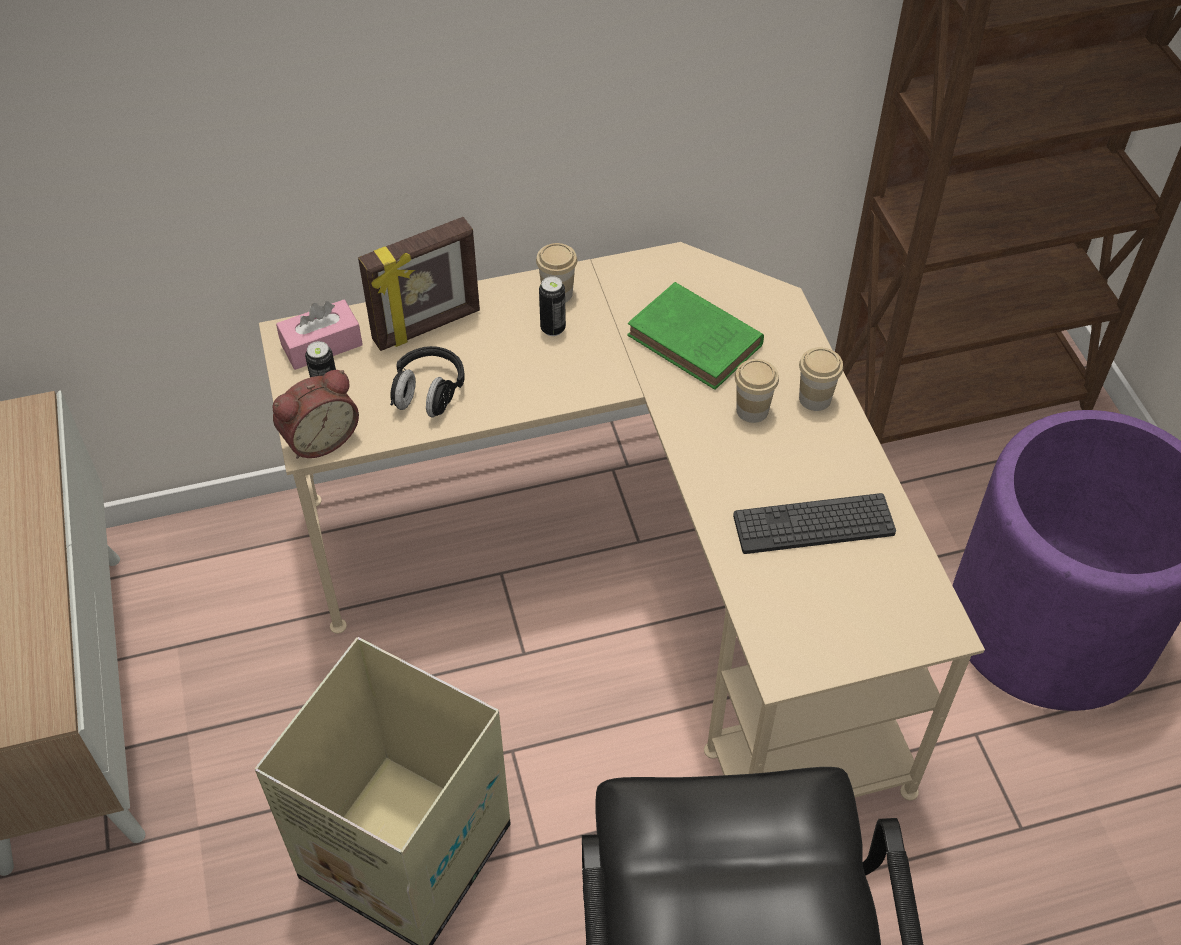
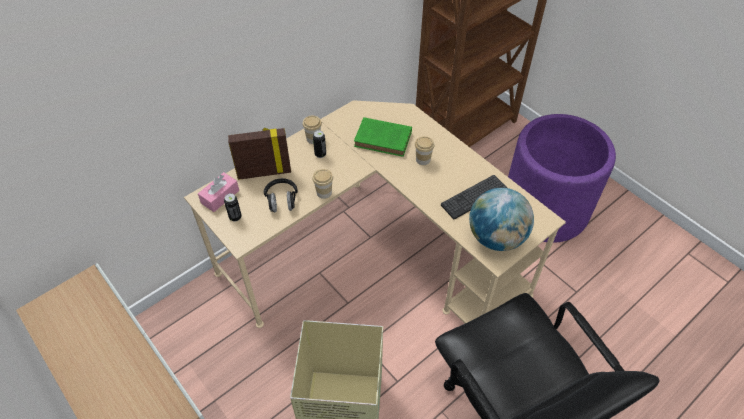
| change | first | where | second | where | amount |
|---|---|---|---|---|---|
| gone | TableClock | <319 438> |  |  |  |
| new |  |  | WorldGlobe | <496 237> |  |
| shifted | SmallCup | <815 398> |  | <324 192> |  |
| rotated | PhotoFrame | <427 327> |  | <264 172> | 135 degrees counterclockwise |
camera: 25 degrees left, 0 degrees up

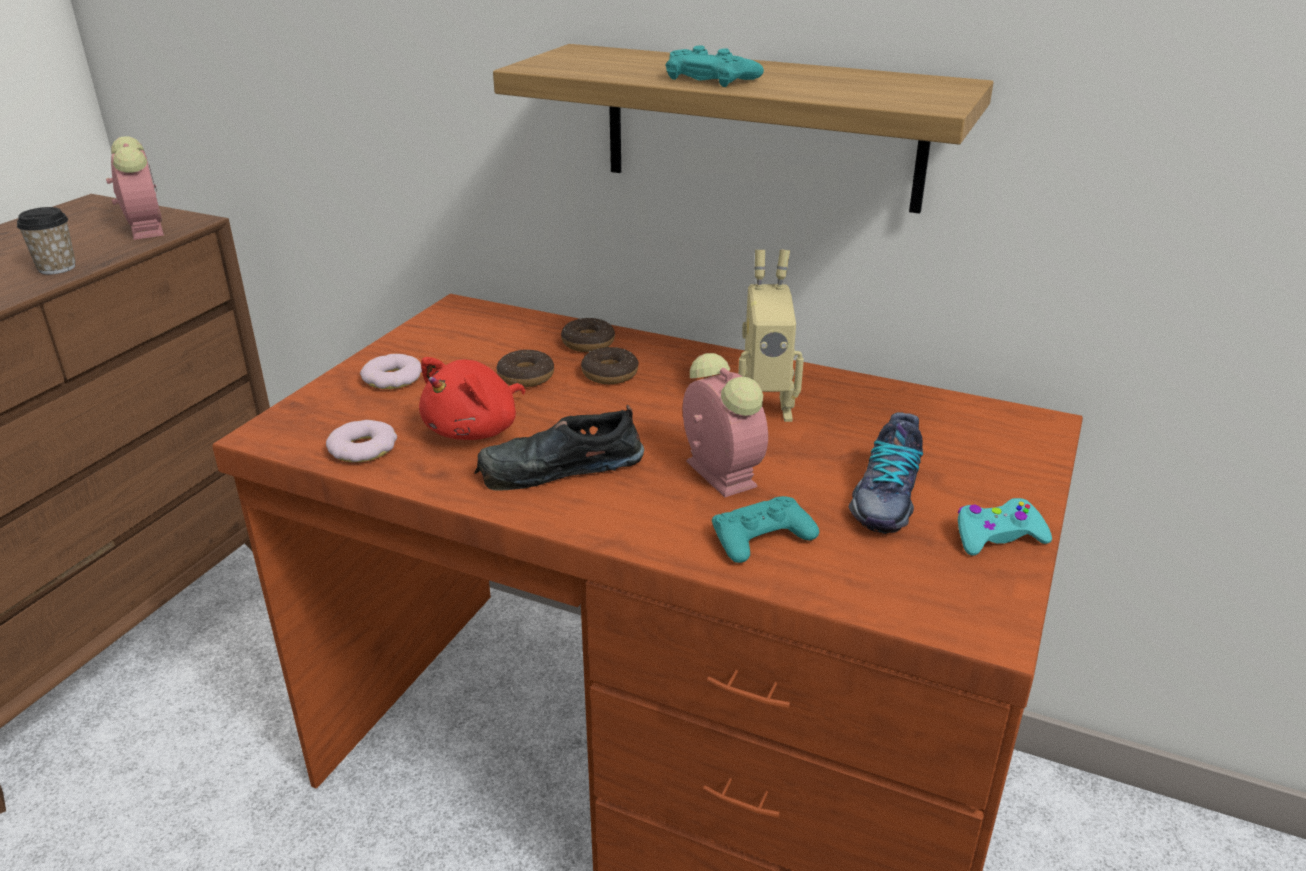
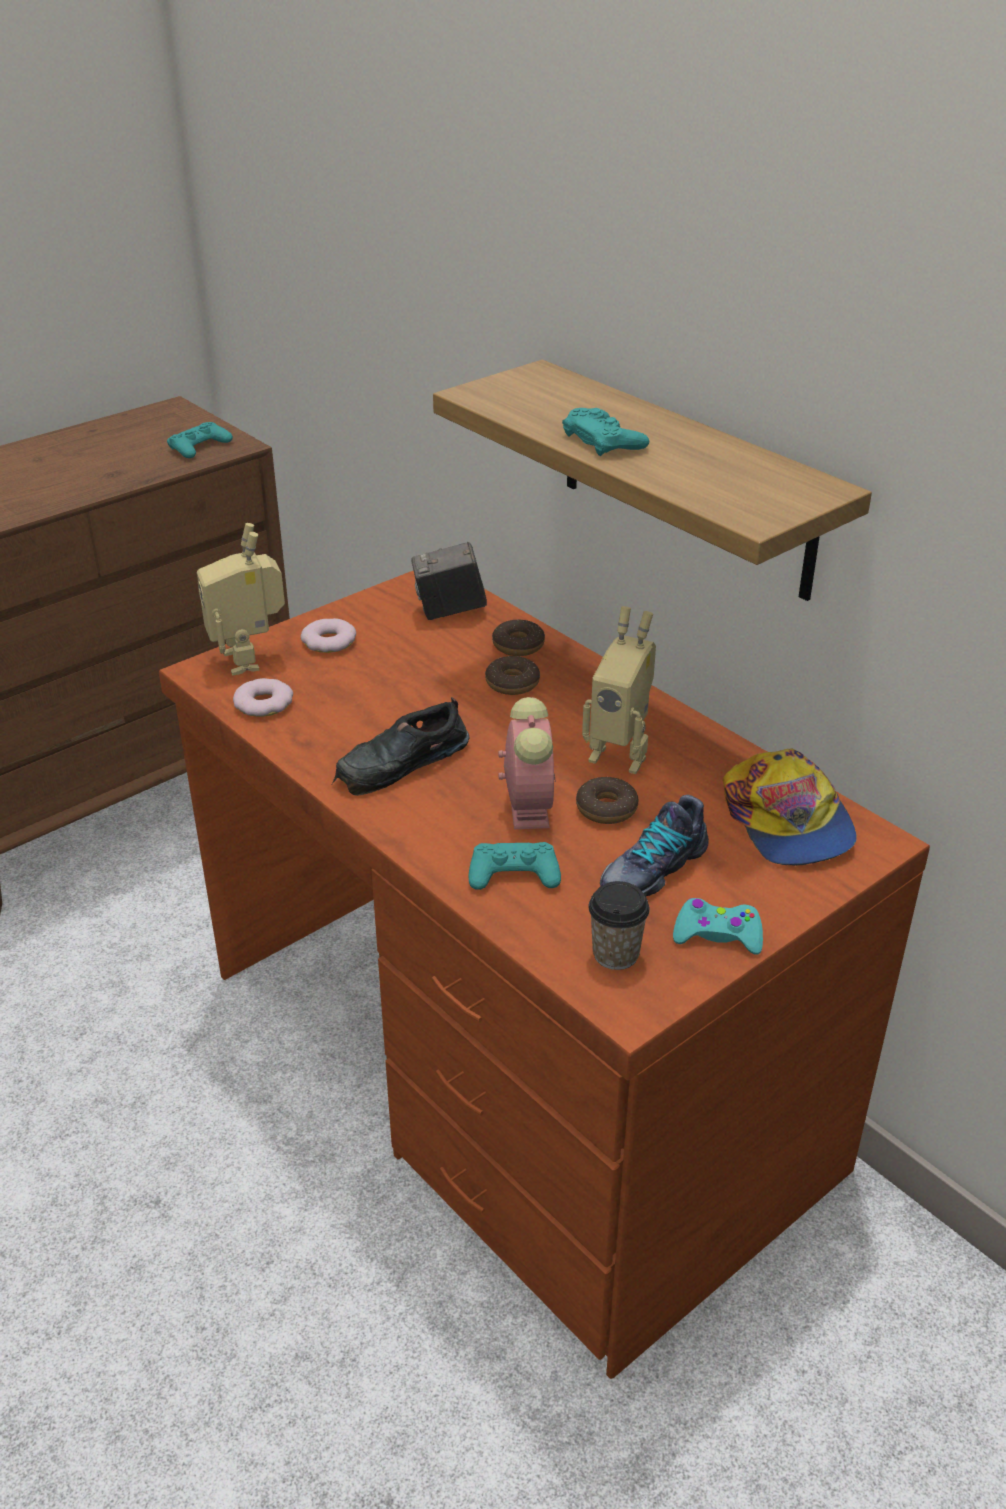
| change | first | where | second | where | amount |
|---|---|---|---|---|---|
| gone | ReddishSoftToy | <476 430> |  |  |  |
| new |  |  | ToyRobot | <250 659> |  |
| new |  |  | StillCamera | <450 610> |  |
| new |  |  | PeakedCap | <787 821> |  |
| shifted | SmallCup | <57 268> |  | <615 954> |  |
| shifted | RingDoughnut | <526 377> |  | <606 808> |  |
| swapped | TableClock | <145 228> | BlueGreenGamepad | <199 447> |  |
| rotated | BlackColouredItemOfFootwear | <558 468> |  | <400 764> | 45 degrees counterclockwise |
camera: 25 degrees right, 5 degrees up

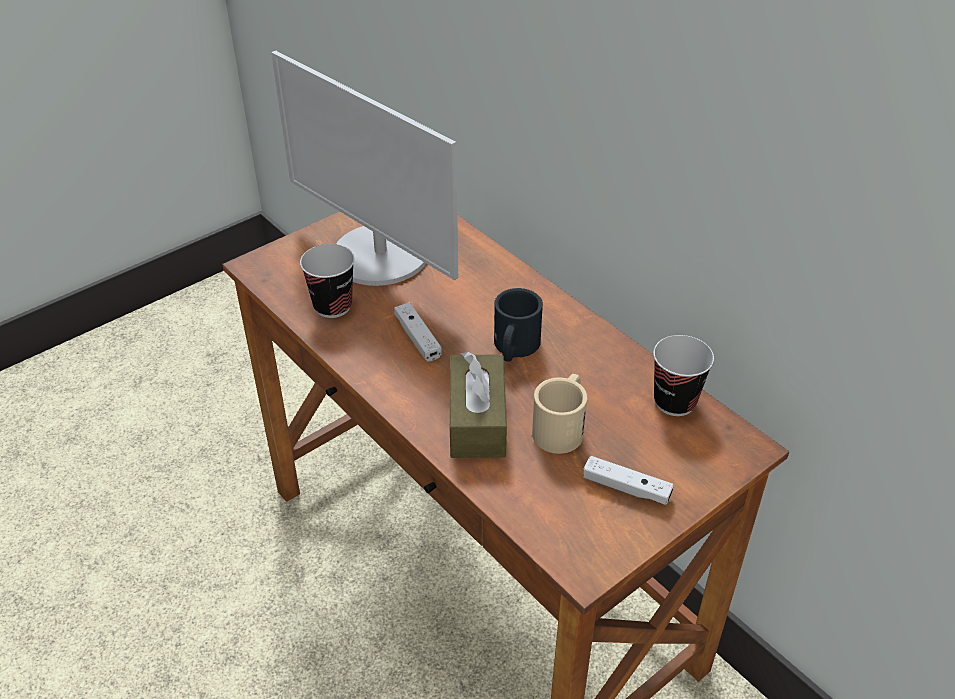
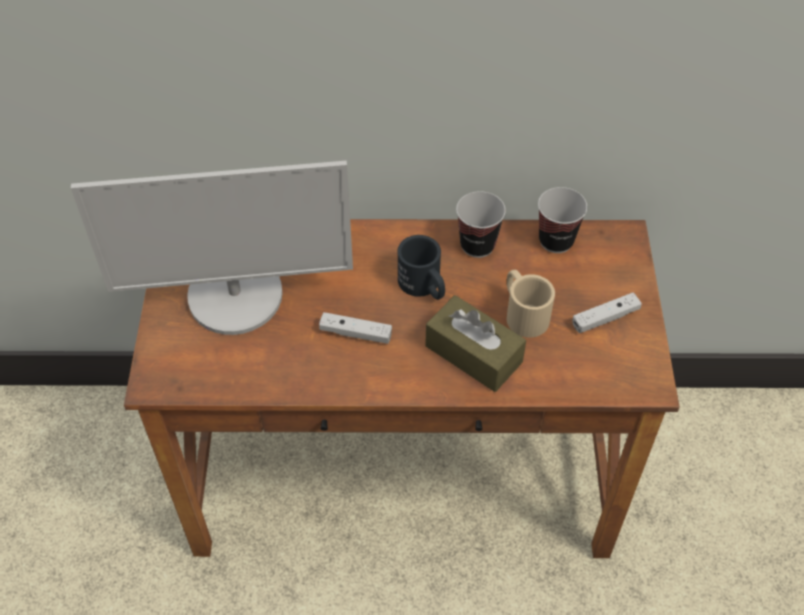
| change | first | where | second | where | amount |
|---|---|---|---|---|---|
| shifted | SmallCup | <333 306> |  | <477 245> |  |
camera: 50 degrees left, 10 degrees up

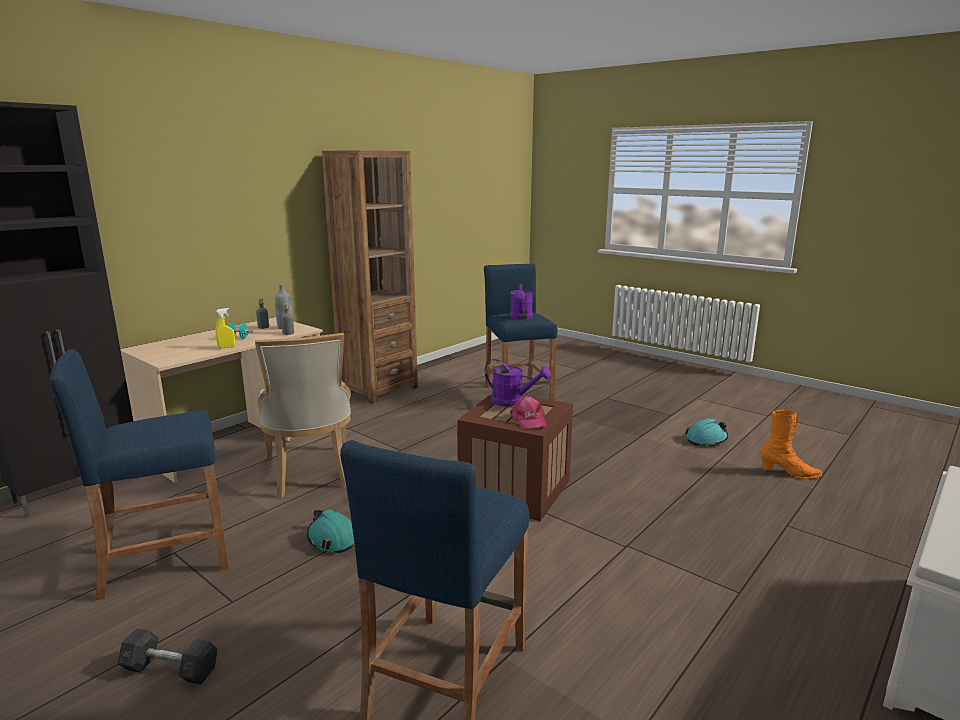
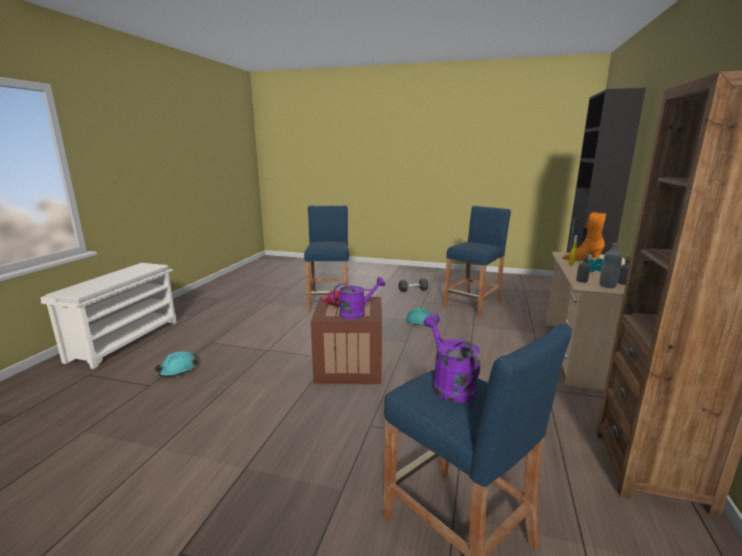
| change | first | where | second | where | amount |
|---|---|---|---|---|---|
| gone | BeigeColouredPlainChair | <310 473> |  |  |  |
| shifted | BlueGreenWorkHelmet | <706 439> |  | <177 370> |  |
| shifted | OrangeBoot | <789 473> |  | <581 259> |  |
| rotated | PurplishSprinklingCan | <513 402> |  | <357 313> | 150 degrees clockwise |
camera: 155 degrees right, 0 degrees up

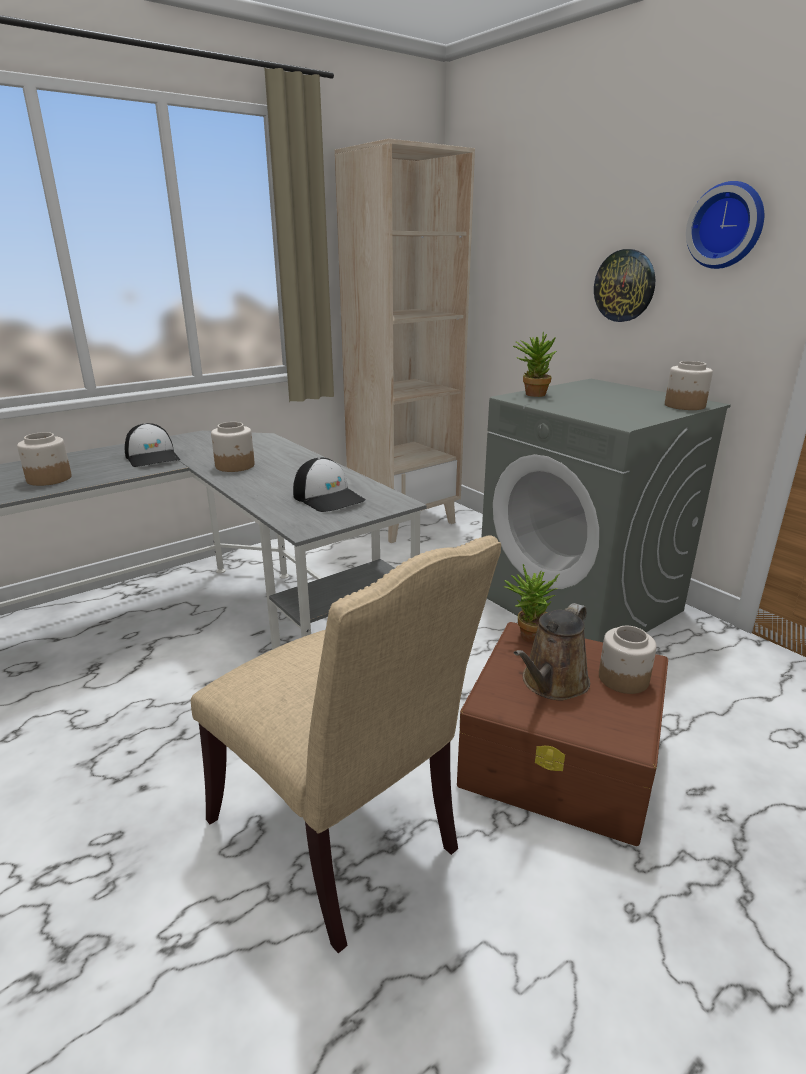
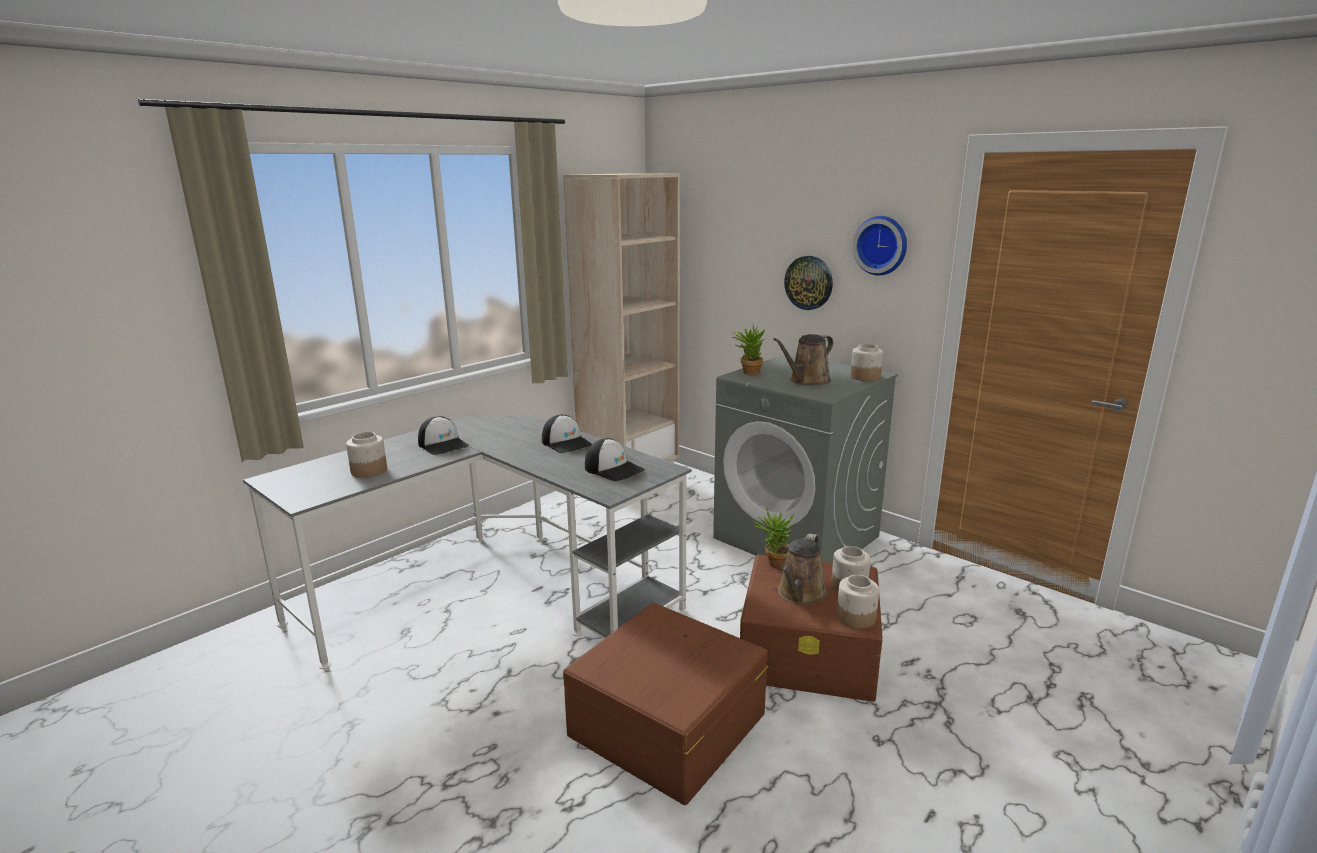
| change | first | where | second | where | amount |
|---|---|---|---|---|---|
| new |  |  | PeakedCap | <567 443> |  |
| new |  |  | BrownColouredSprinklingCan | <807 381> |  |
| shifted | Jar | <235 466> |  | <856 617> |  |
| swapped | BeigeColouredPlainChair | <342 837> | BrownColouredStorageBin | <666 724> |  |
camera: 10 degrees left, 5 degrees down

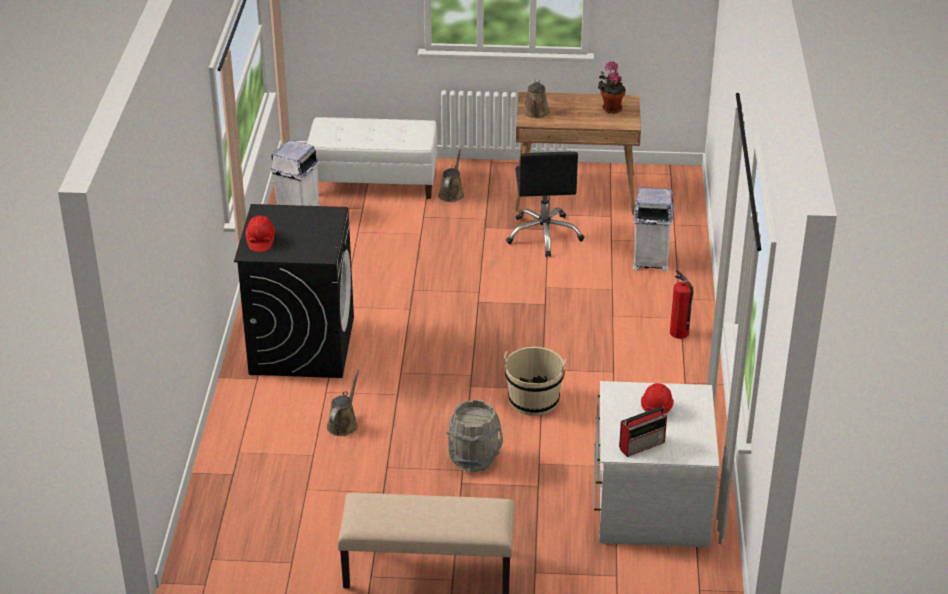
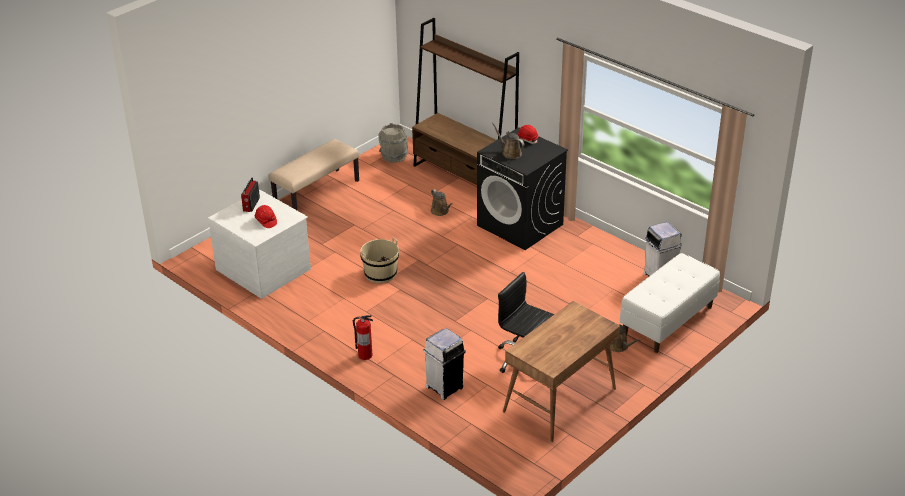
| change | first | where | second | where | amount |
|---|---|---|---|---|---|
| gone | PlantInAPot | <610 108> |  |  |  |
| new |  |  | BrownColouredShelvingUnit | <464 178> |  |
| shifted | GrayWaterBucket | <474 458> |  | <394 157> |  |
| shifted | BrownColouredSprinklingCan | <536 113> |  | <510 153> |  |
camera: 130 degrees right, 0 degrees up

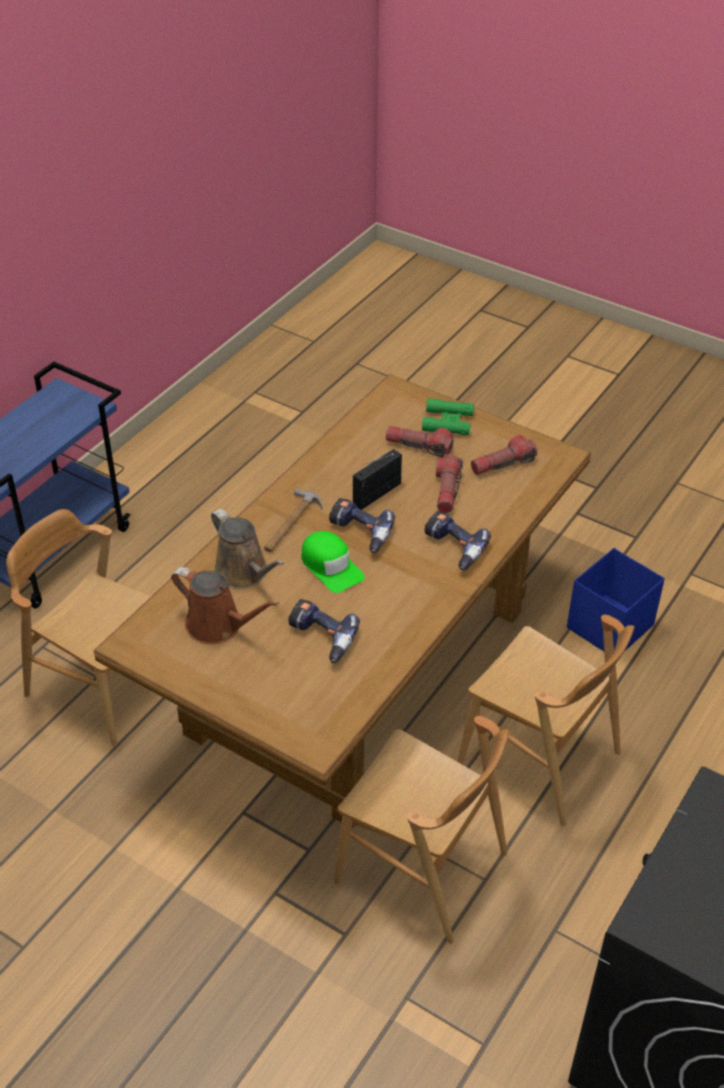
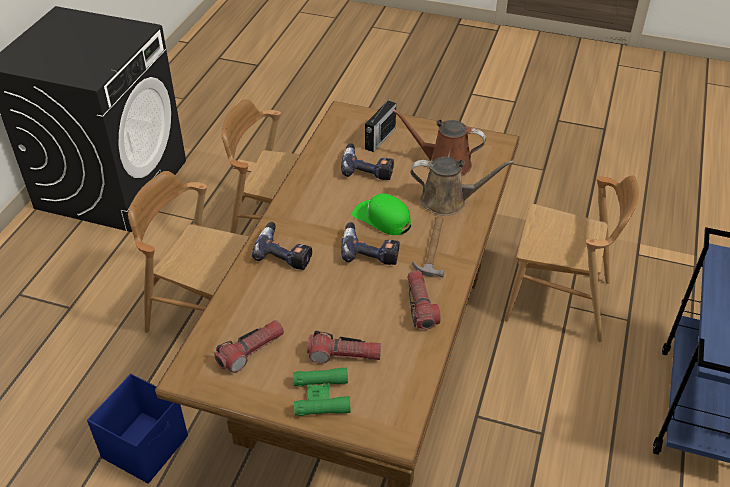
| change | first | where | second | where | amount |
|---|---|---|---|---|---|
| shifted | Radio | <378 493> |  | <379 139> |  |
| shifted | Flashlight | <447 491> |  | <420 306> |  |
| rotated | BrownColouredSprinklingCan | <244 573> |  | <448 201> | 150 degrees clockwise |
camera: 165 degrees right, 0 degrees up

